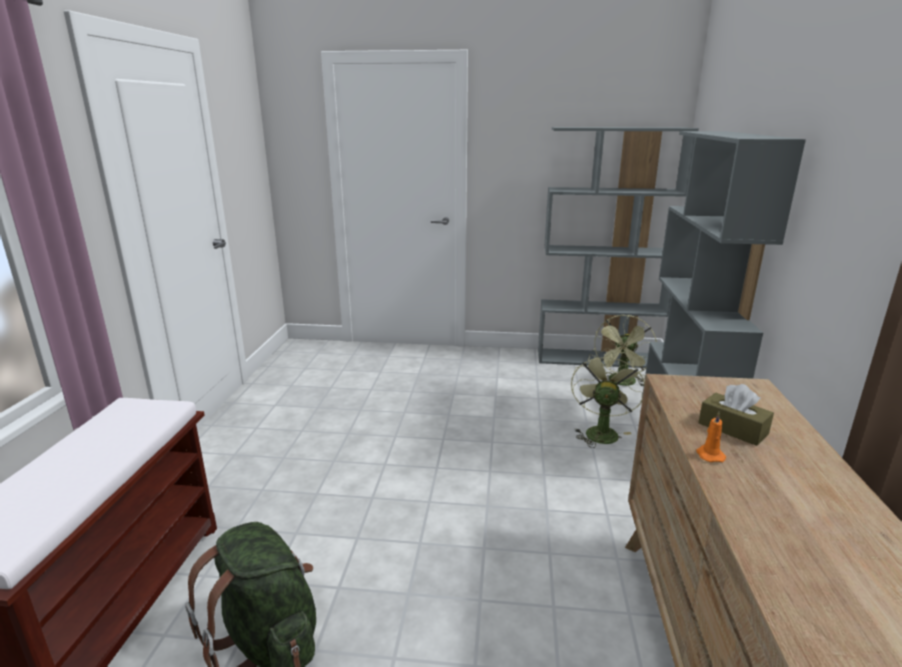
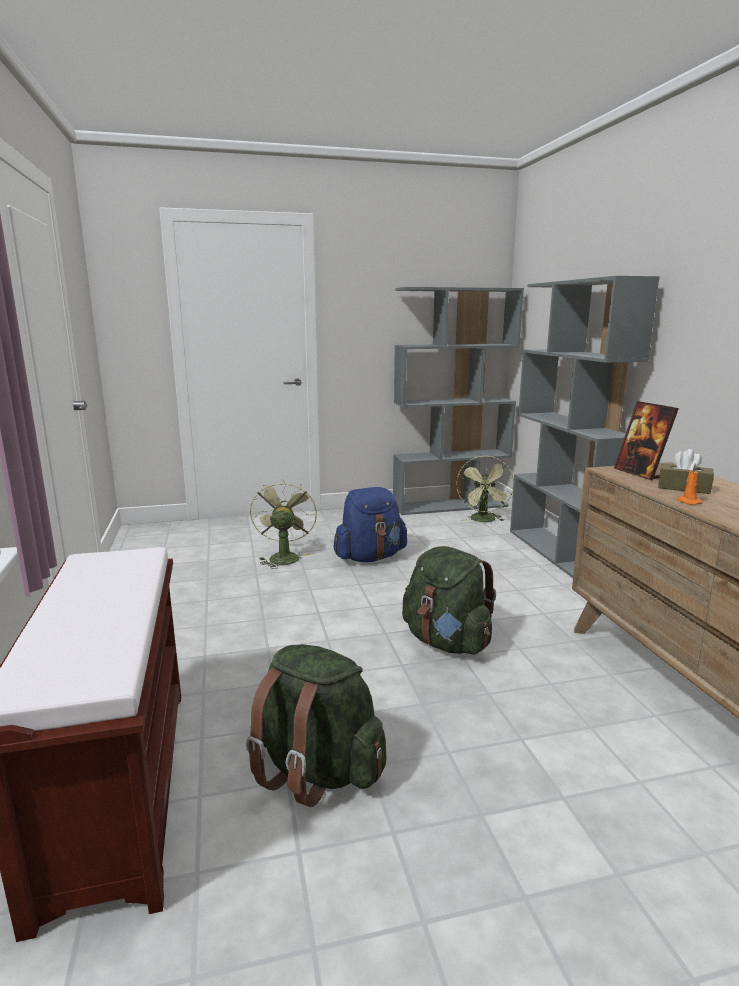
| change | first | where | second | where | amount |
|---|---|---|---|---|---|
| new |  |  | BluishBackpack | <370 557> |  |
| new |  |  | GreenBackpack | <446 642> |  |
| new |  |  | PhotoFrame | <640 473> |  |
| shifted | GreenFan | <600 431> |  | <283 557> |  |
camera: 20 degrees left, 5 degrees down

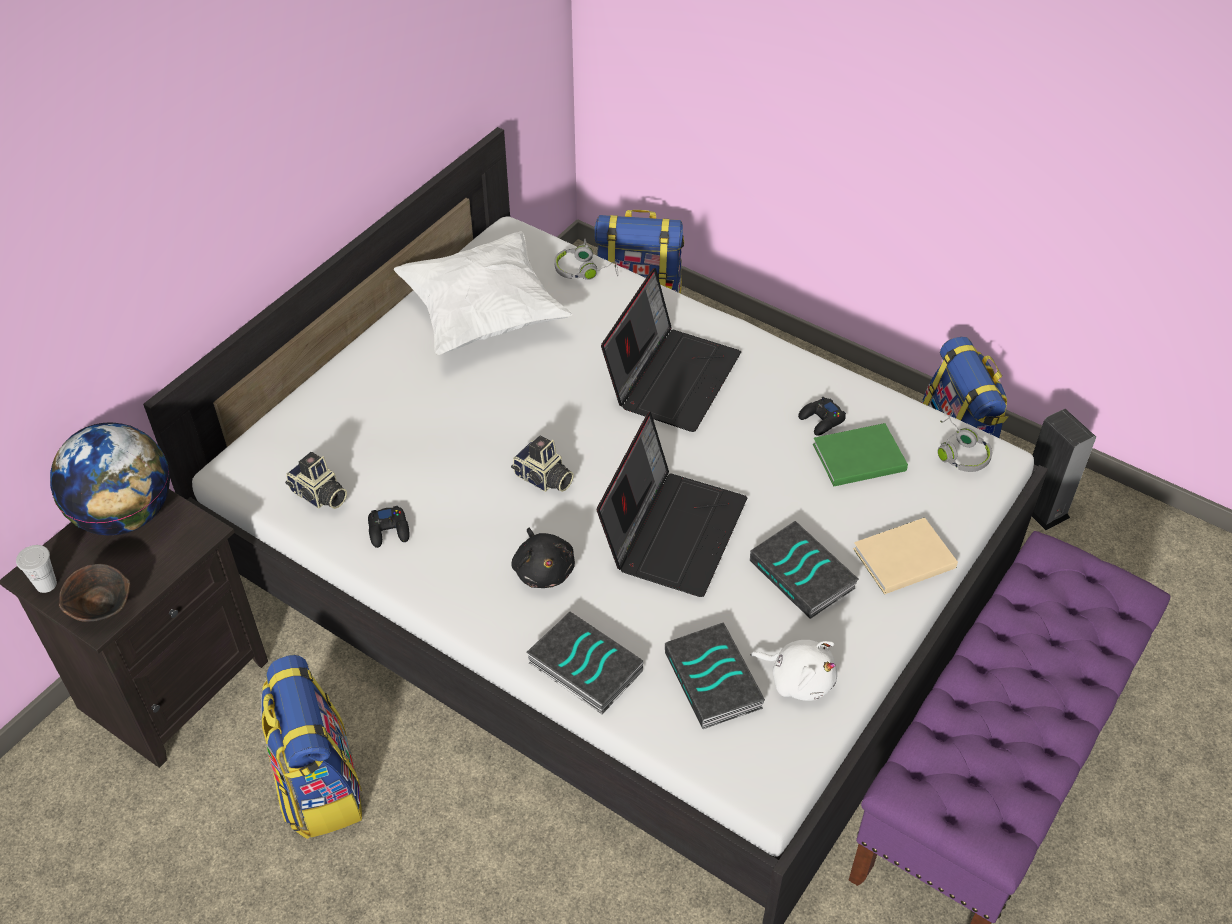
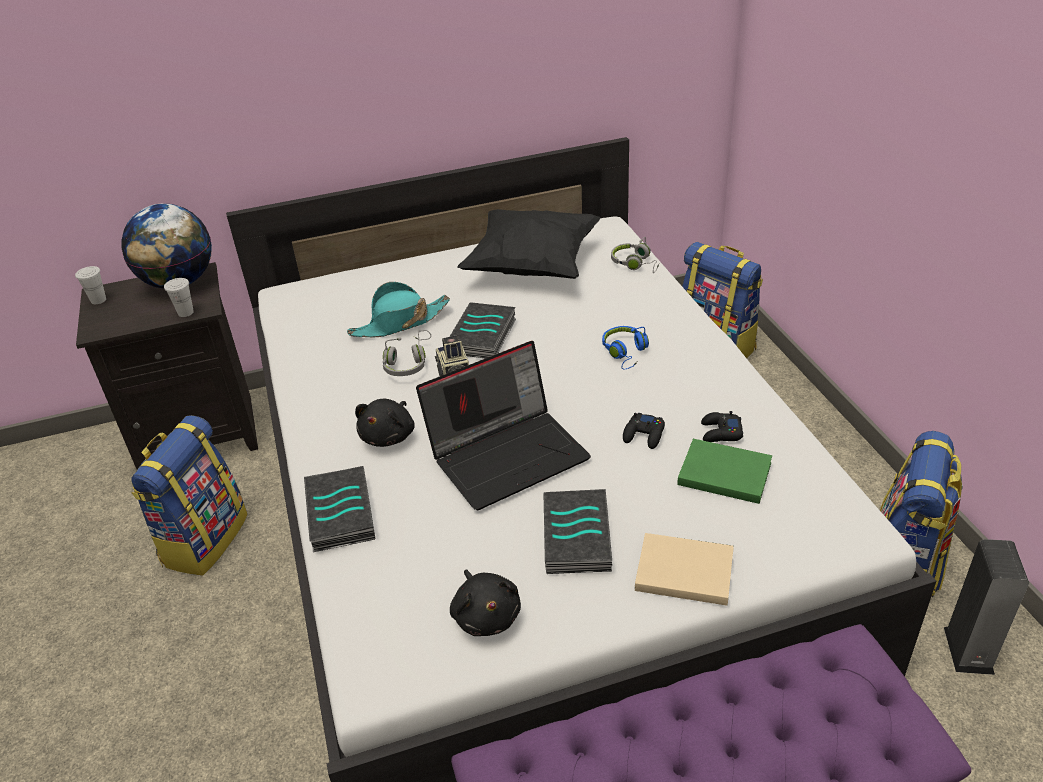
| change | first | where | second | where | amount |
|---|---|---|---|---|---|
| gone | BrownColouredDeepDish | <103 609> |  |  |  |
| gone | StillCamera | <319 495> |  |  |  |
| new |  |  | WhiteColouredSmallCup | <185 312> |  |
| new |  |  | BlueGreenWearableHat | <400 322> |  |
| shifted | BlackColouredGamepad | <389 530> |  | <644 435> |  |
| shifted | BoundBook | <715 681> |  | <484 337> |  |
| shifted | GrayPairOfHeadphones | <959 451> |  | <408 362> |  |
| swapped | Laptop | <671 377> | BluishPairOfHeadphones | <626 353> |  |
| repainted | WhiteColouredPillow | <483 316> | BlackColouredPillow | <532 266> |  |
| repainted | WhiteColouredSoftToy | <798 679> | BlackColouredSoftToy | <486 615> |  |
camera: 40 degrees right, 10 degrees down

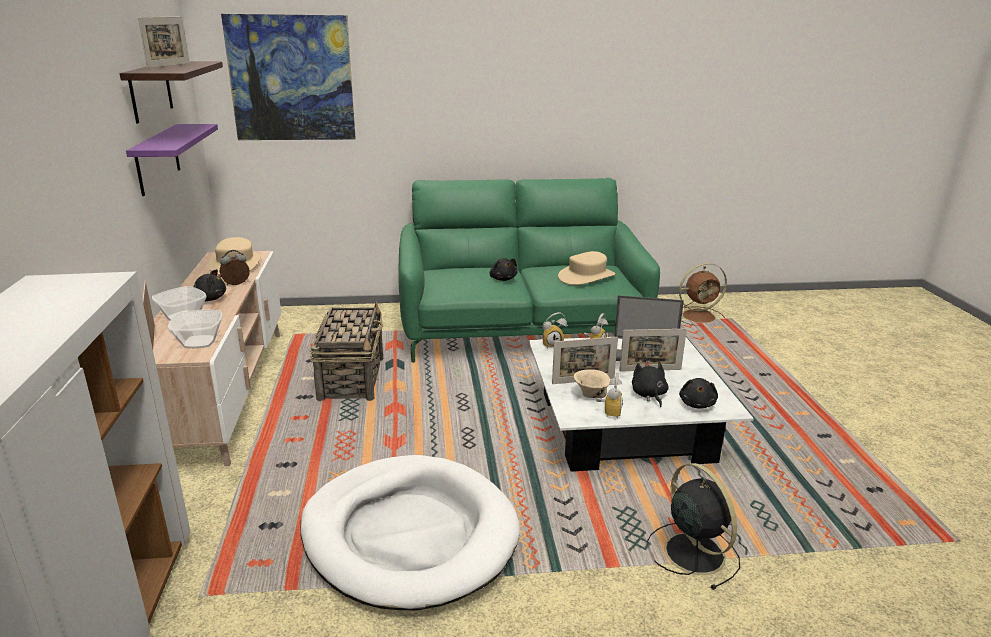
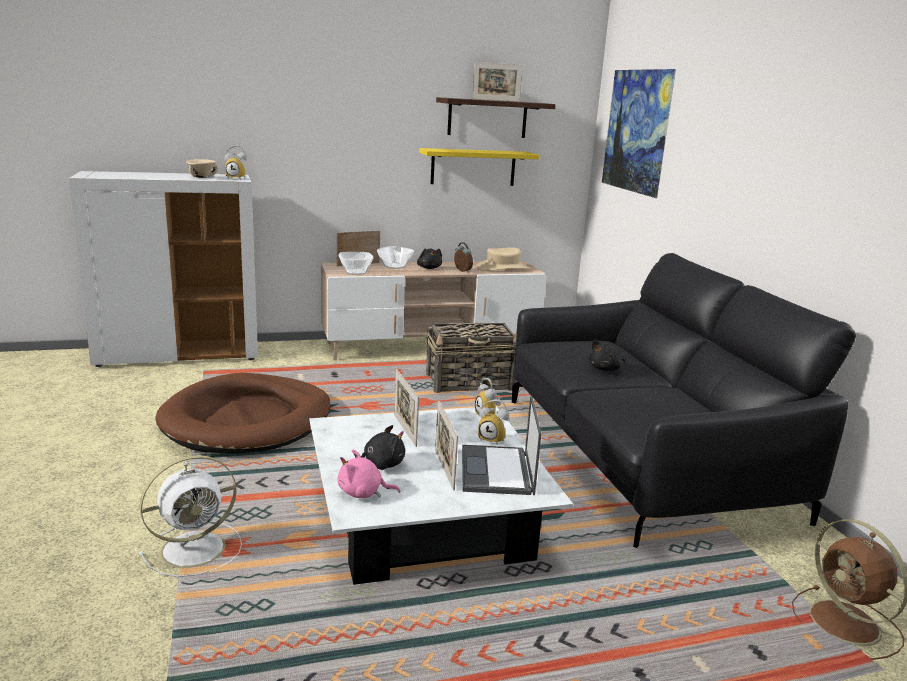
| change | first | where | second | where | amount |
|---|---|---|---|---|---|
| gone | BeigeColouredWearableHat | <586 276> |  |  |  |
| shifted | BeigeColouredDeepDish | <589 395> |  | <202 177> |  |
| shifted | TableClock | <608 412> |  | <237 178> |  |
| repainted | PurplishShelf | <157 159> | YellowishShelf | <473 167> |  |
| repainted | WhiteColouredPetBed | <409 535> | BrownColouredPetBed | <248 420> |  |
| repainted | GreenCouch | <521 328> | BlackColouredCouch | <641 456> |  |
| repainted | BlackColouredFan | <692 551> | WhiteColouredFan | <196 548> |  |
| repainted | BlackColouredSoftToy | <697 404> | PinkColouredSoftToy | <363 493> |  |
camera: 80 degrees right, 5 degrees down

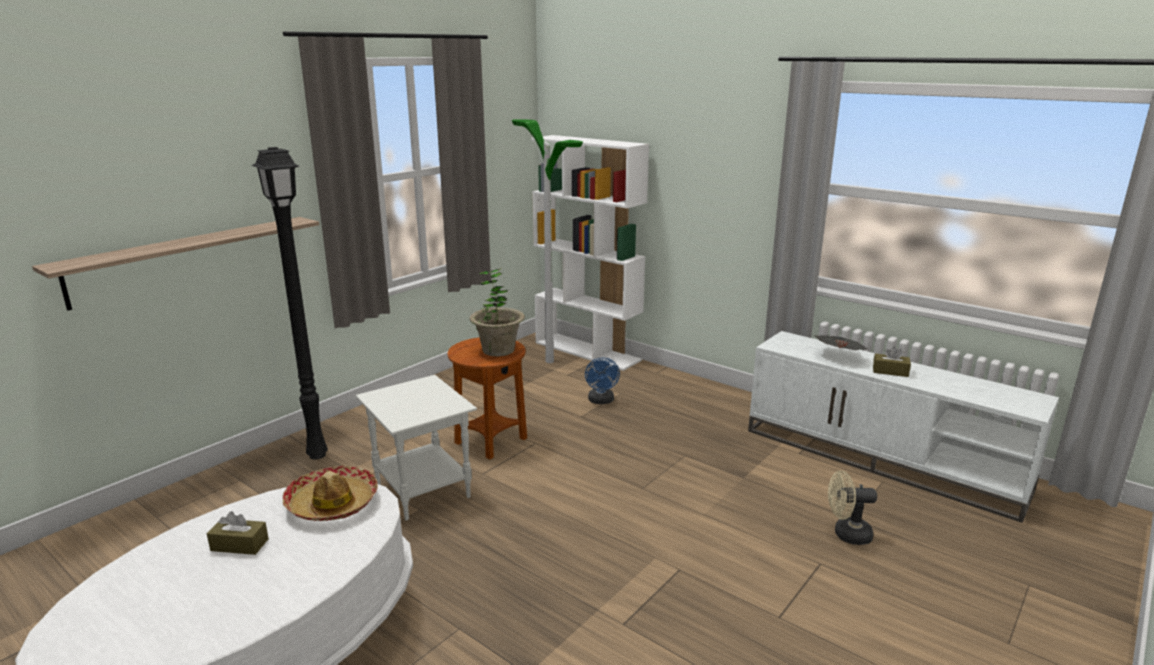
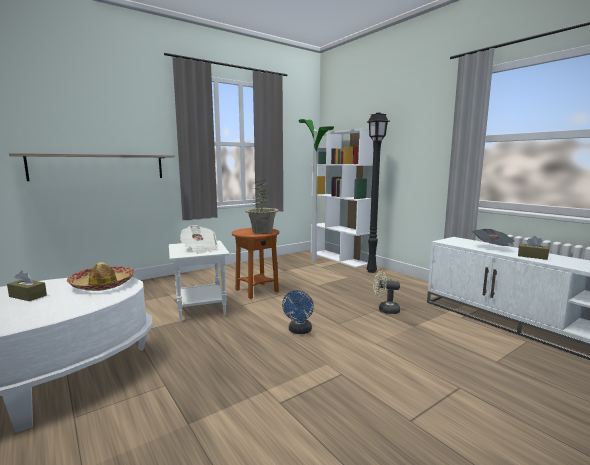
| change | first | where | second | where | amount |
|---|---|---|---|---|---|
| new |  |  | PrintedPaper | <199 249> |  |
| shifted | BlackColouredStandardLamp | <316 456> |  | <371 271> |  |
| shifted | BluishFan | <601 401> |  | <299 331> |  |
| shifted | BeigeColouredFan | <846 534> |  | <385 310> |  |
camera: 15 degrees right, 10 degrees down

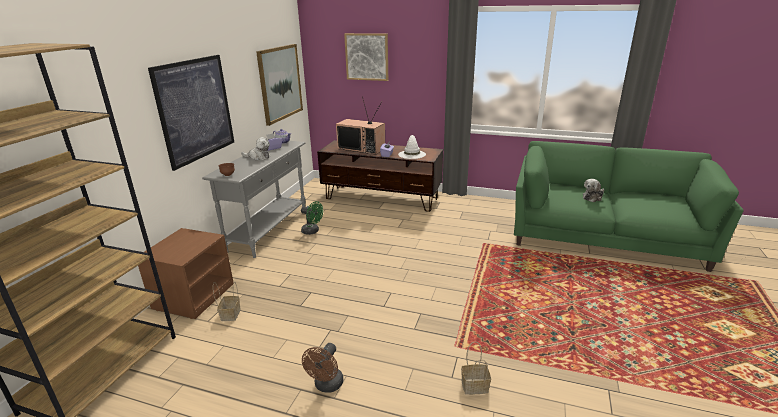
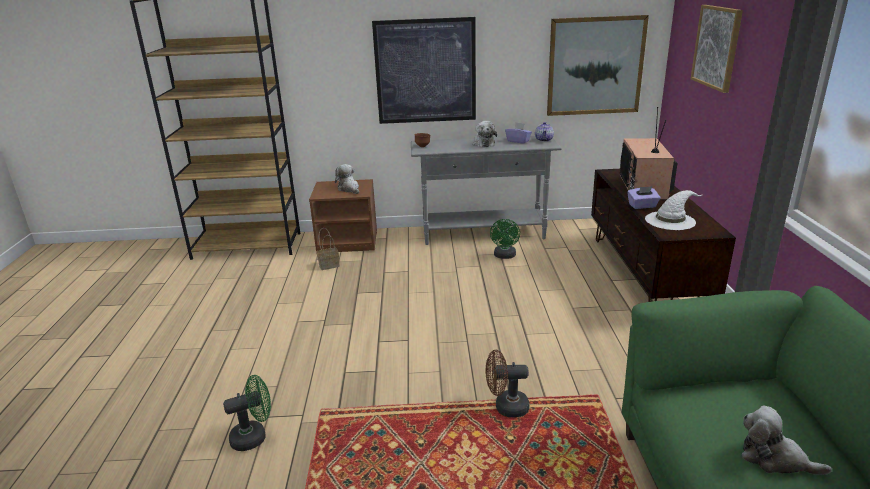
| change | first | where | second | where | amount |
|---|---|---|---|---|---|
| new |  |  | SoftToy | <349 189> |  |
| shifted | BrownColouredFan | <327 386> |  | <506 407> |  |
| swapped | StorageBasket | <474 387> | GreenFan | <254 436> |  |
camera: 70 degrees right, 0 degrees up

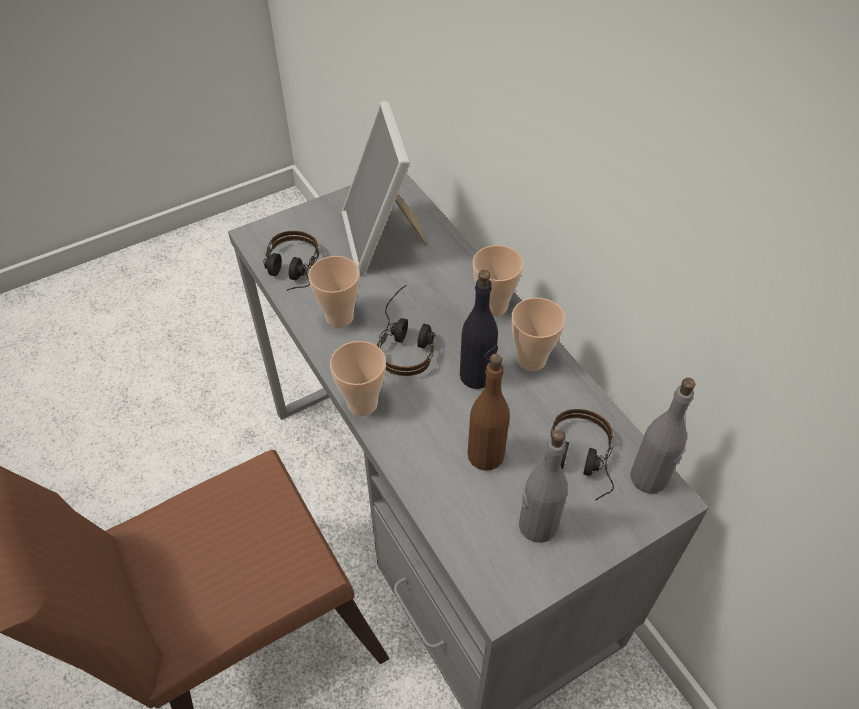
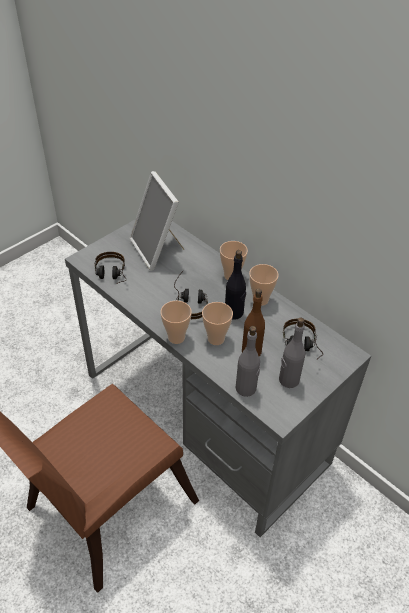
| change | first | where | second | where | amount |
|---|---|---|---|---|---|
| shifted | SmallCup | <339 317> |  | <216 339> |  |
| shifted | GrayDrinkBottle | <649 478> |  | <246 388> |  |
camera: 15 degrees left, 5 degrees down

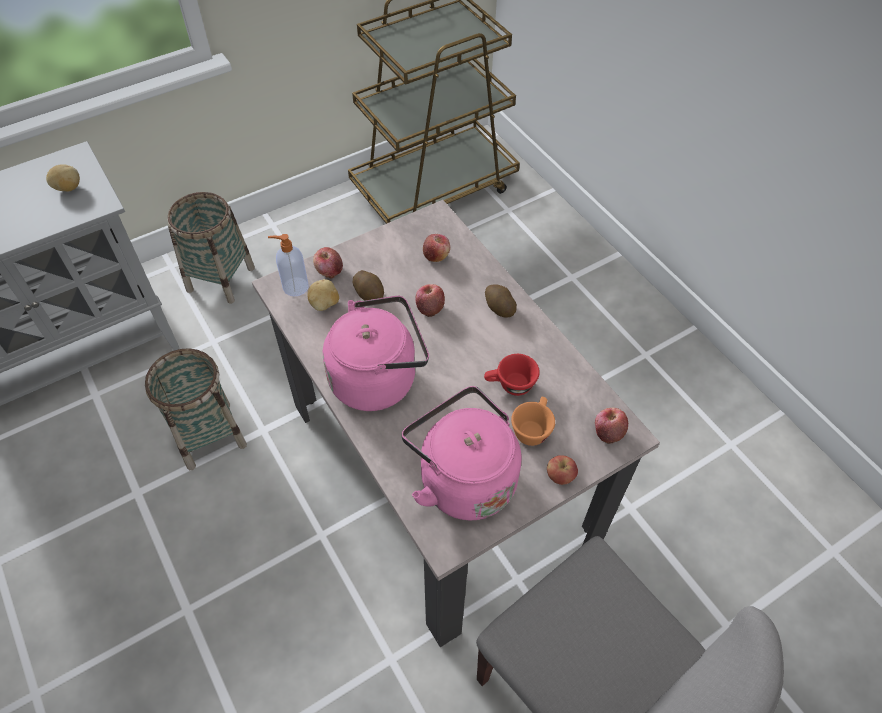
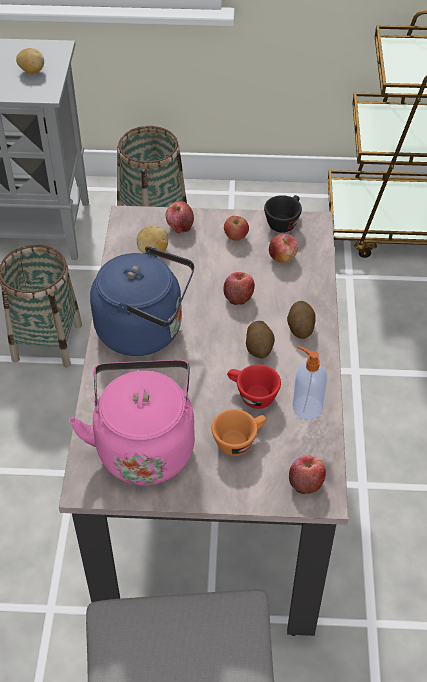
| change | first | where | second | where | amount |
|---|---|---|---|---|---|
| new |  |  | BlackColouredSmallCup | <284 221> |  |
| shifted | SoapBottle | <294 287> |  | <306 407> |  |
| shifted | WholePotato | <369 294> |  | <259 348> |  |
| shifted | Apple | <560 476> |  | <236 236> |  |
| repainted | PinkColouredWaterKettle | <378 378> | BluishWaterKettle | <145 330> |  |
camera: 35 degrees right, 5 degrees down

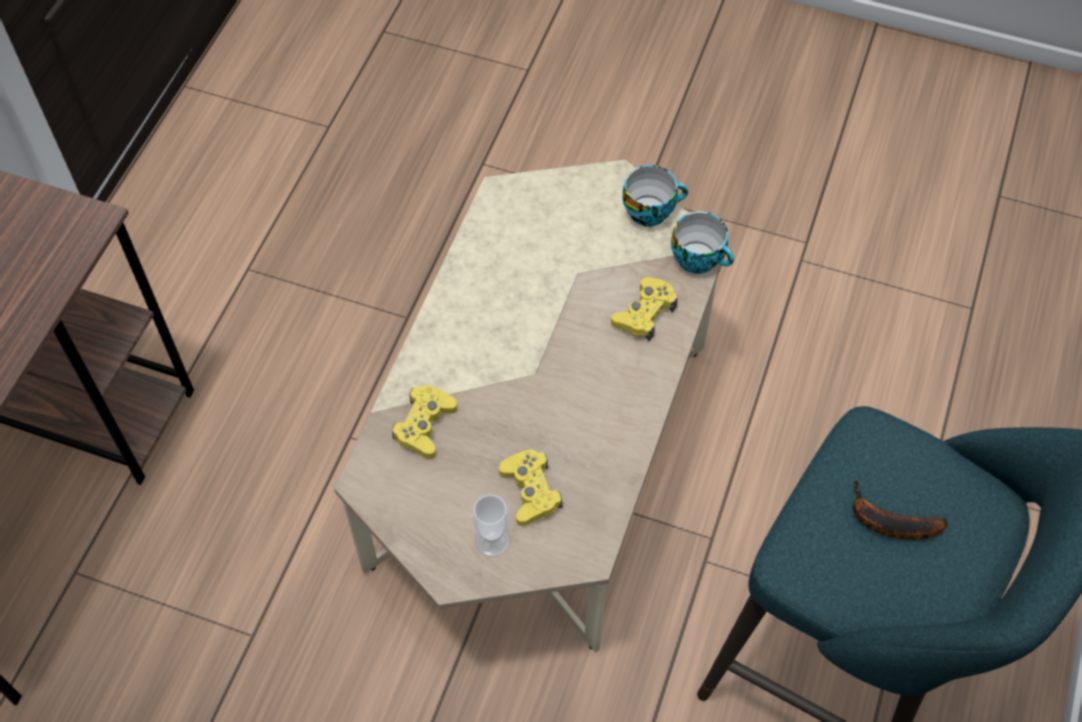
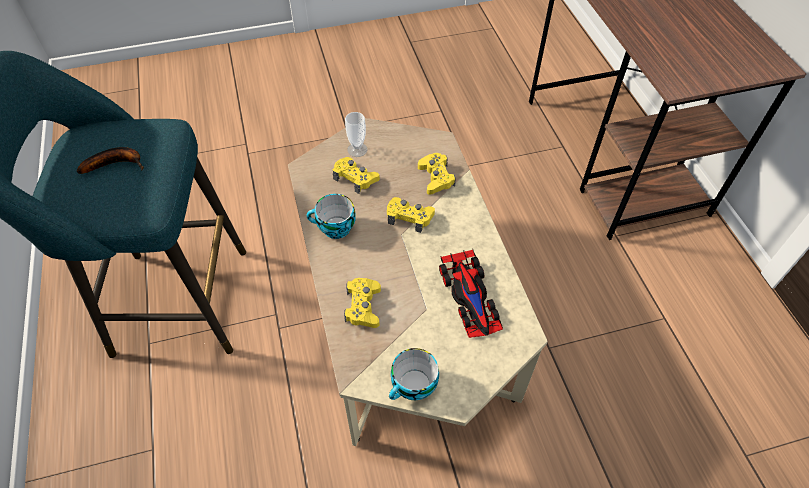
| change | first | where | second | where | amount |
|---|---|---|---|---|---|
| new |  |  | YellowishGamepad | <409 217> |  |
| new |  |  | MiniatureCar | <470 297> |  |
| shifted | SmallCup | <700 258> |  | <334 229> |  |
camera: 145 degrees right, 5 degrees down

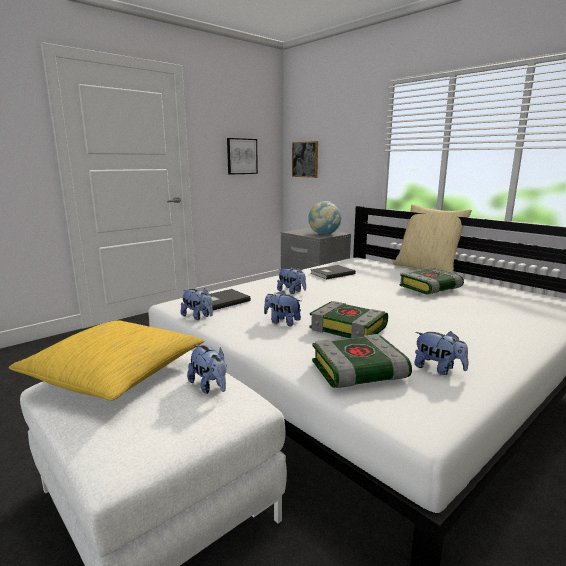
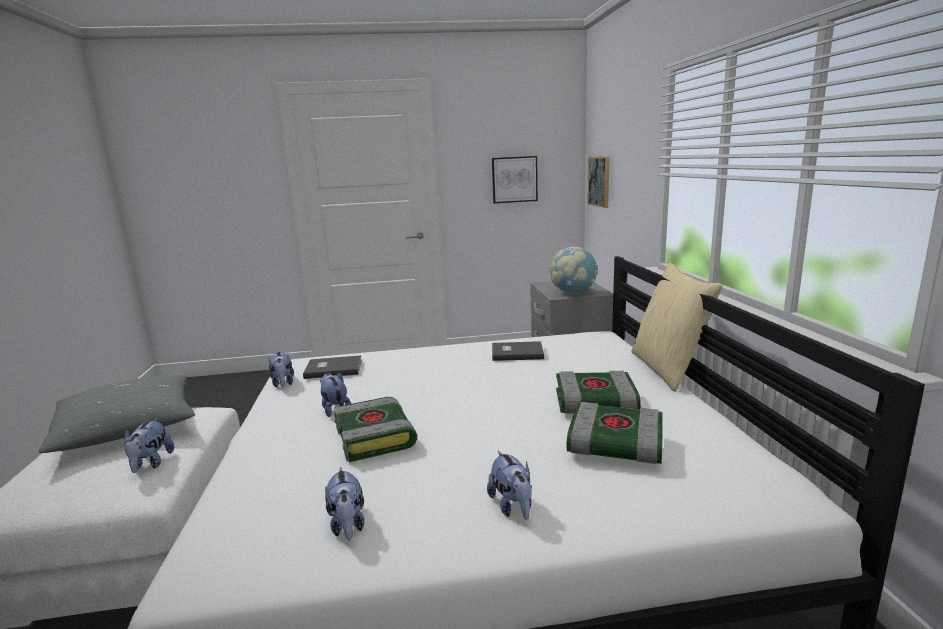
| change | first | where | second | where | amount |
|---|---|---|---|---|---|
| shifted | SoftToy | <291 291> |  | <512 506> |  |
| shifted | BoundBook | <358 372> |  | <613 445> |  |
| repainted | YellowishPillow | <116 374> | GrayPillow | <128 427> |  |
camera: 35 degrees right, 0 degrees up

